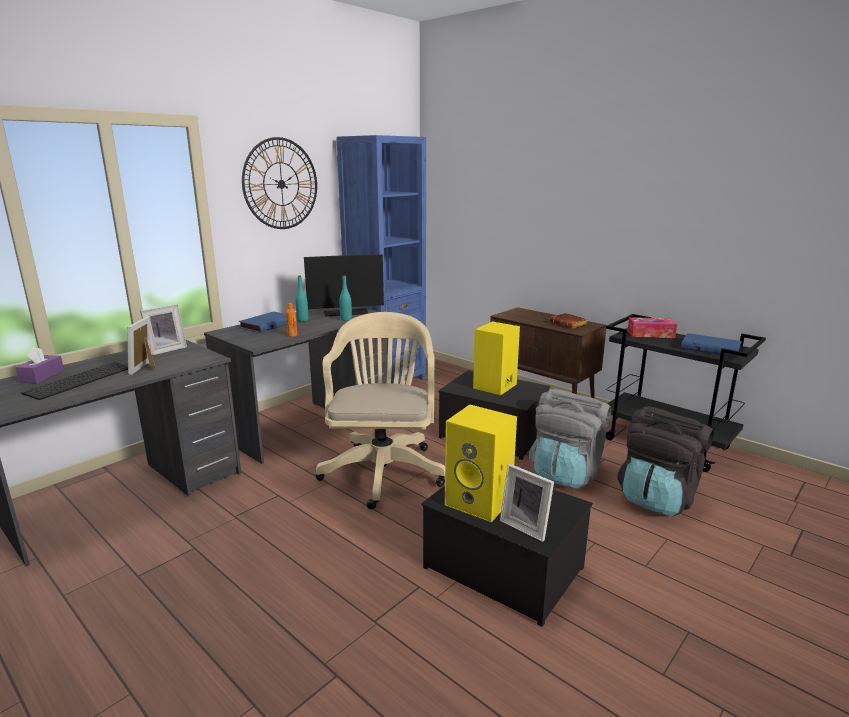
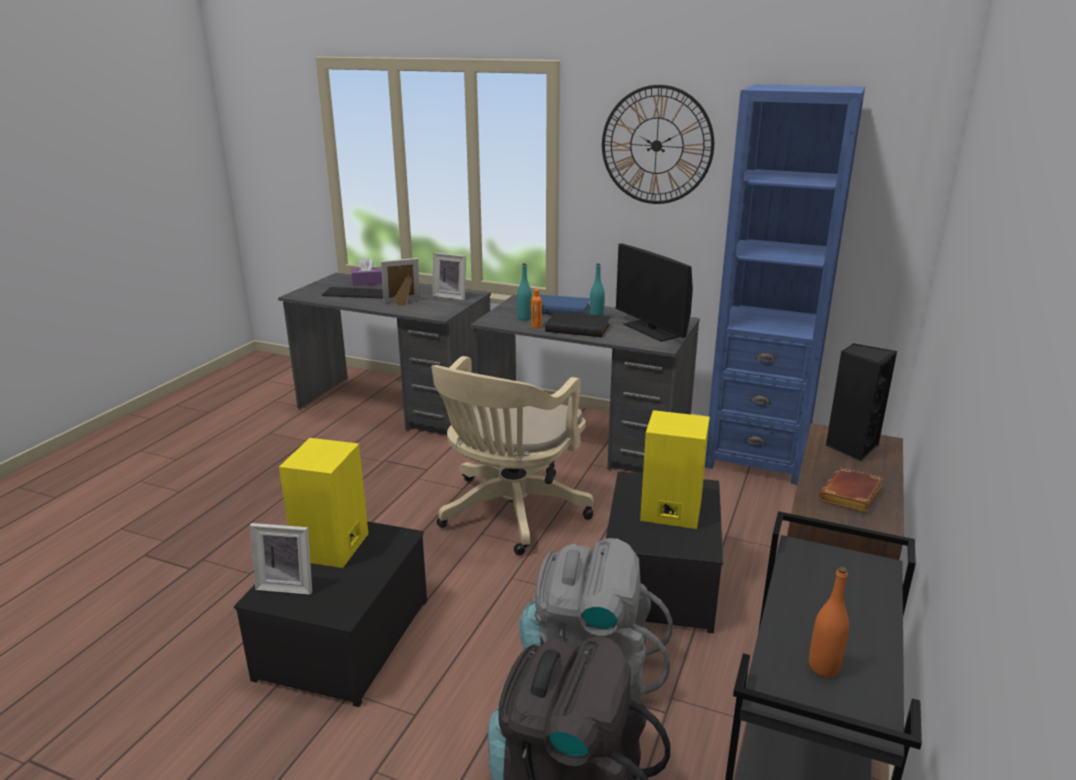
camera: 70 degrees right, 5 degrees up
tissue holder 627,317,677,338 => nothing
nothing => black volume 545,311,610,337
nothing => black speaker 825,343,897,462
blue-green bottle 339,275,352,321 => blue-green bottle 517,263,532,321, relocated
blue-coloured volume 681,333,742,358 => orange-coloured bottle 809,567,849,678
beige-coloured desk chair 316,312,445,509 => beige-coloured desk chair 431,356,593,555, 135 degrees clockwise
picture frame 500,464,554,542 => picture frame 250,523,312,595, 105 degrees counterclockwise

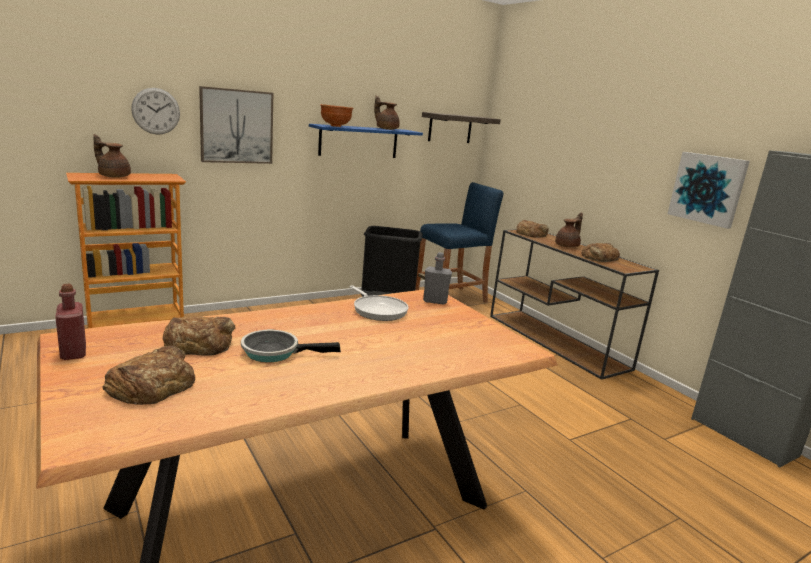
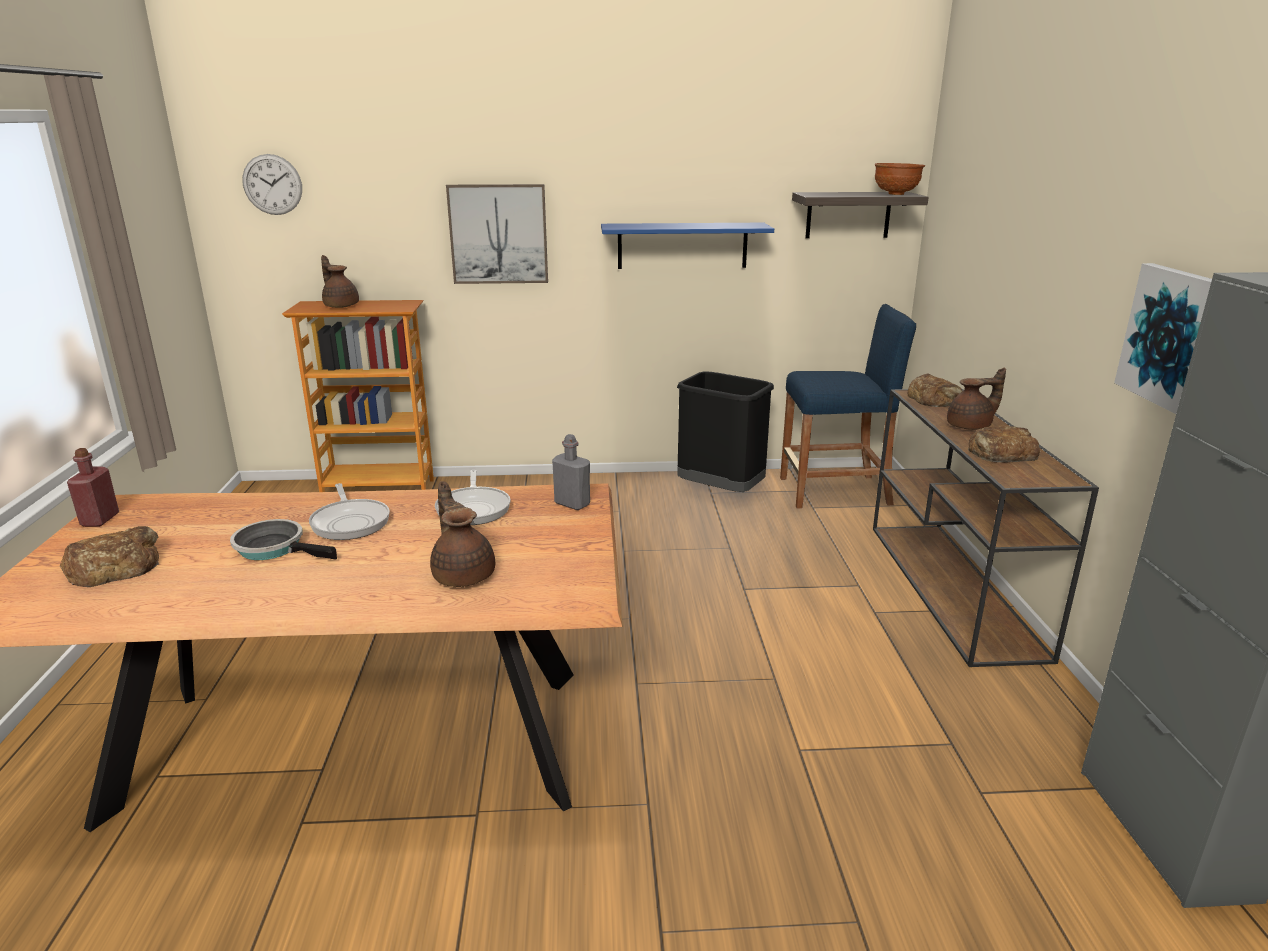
camera: 30 degrees right, 5 degrees up
bread 162,317,235,356 => nothing
nothing => pan 309,483,390,540
hanging clock 131,88,180,135 => hanging clock 242,154,302,215, relocated
brown-coloured deep dish 320,104,354,127 => brown-coloured deep dish 875,163,925,195, relocated
brown-coloured pot for tea 374,96,400,130 => brown-coloured pot for tea 430,481,495,587, relocated

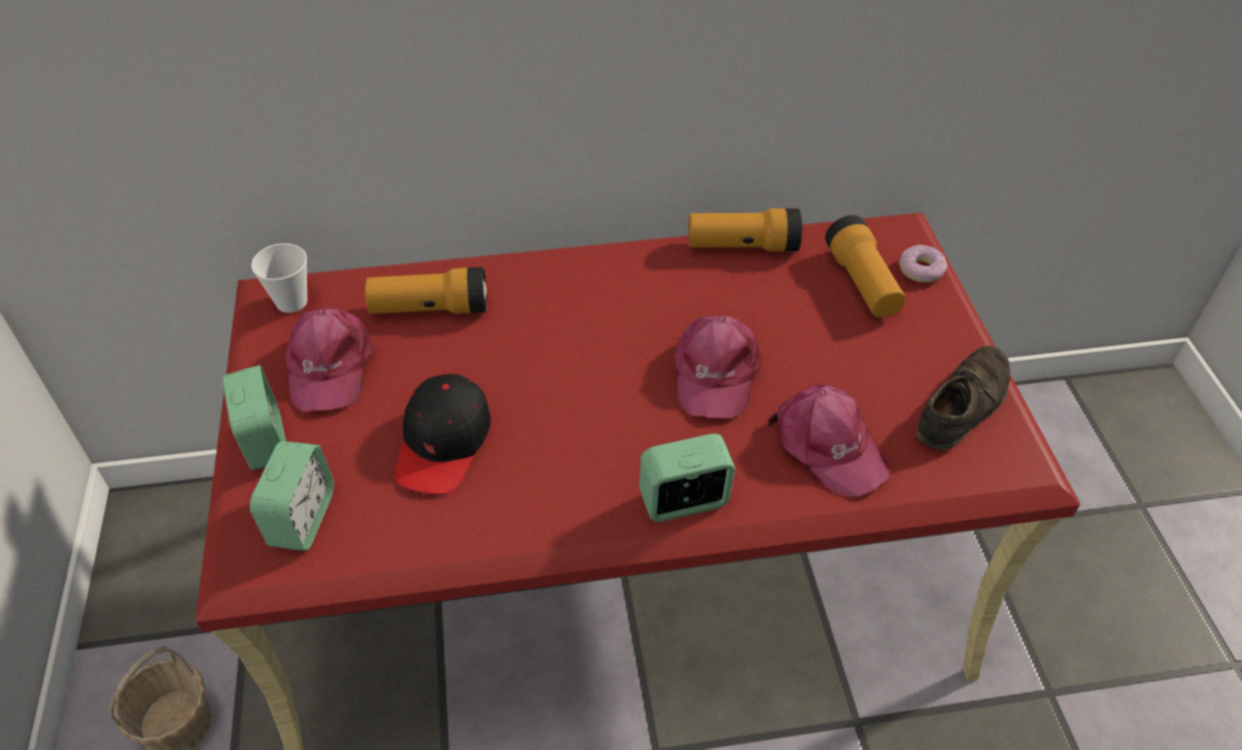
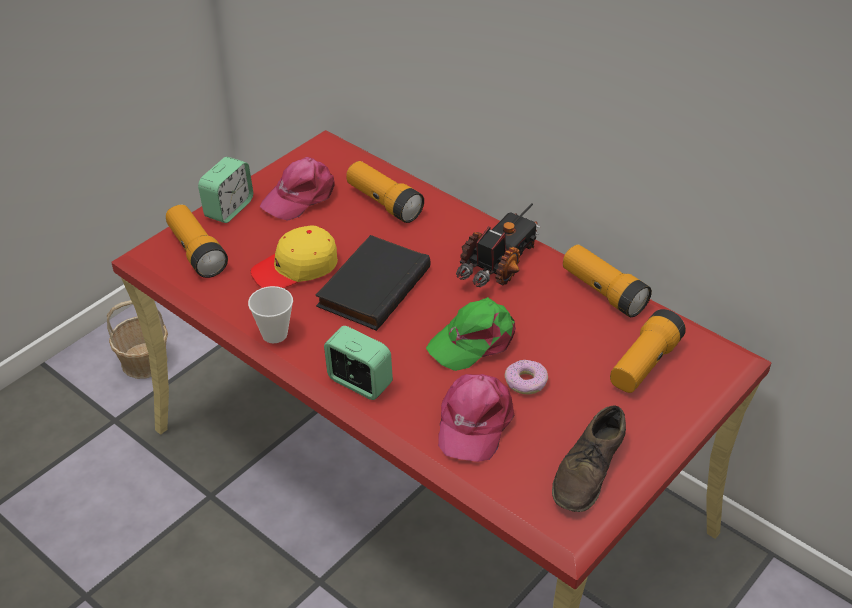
camera: 50 degrees right, 5 degrees down
nothing => black volume 316,235,431,331
nothing => model truck 456,203,541,287
cup 251,243,307,313 => cup 248,286,293,343, relocated
doughnut 899,245,947,283 => doughnut 505,360,548,395, relocated
table clock 250,441,334,551 => hand torch 166,204,228,278
black peaked cap 394,374,491,494 => yellowish peaked cap 251,226,338,288
pink peaked cap 674,315,762,418 => greenish peaked cap 426,297,516,371
brown-coloured low shoe 917,346,1010,450 => brown-coloured low shoe 552,406,626,512, 120 degrees clockwise

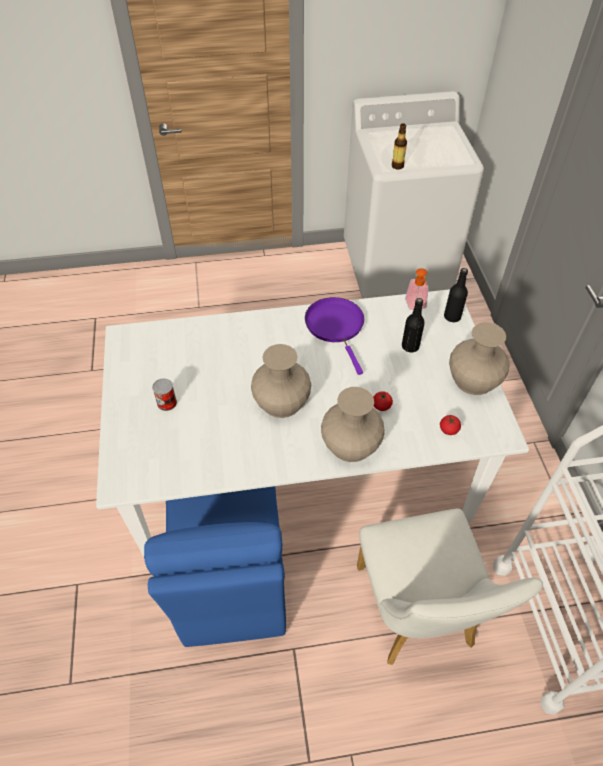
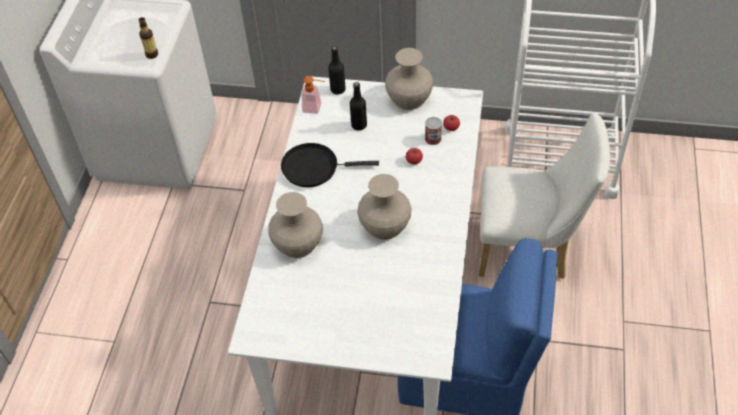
camera: 70 degrees left, 0 degrees up
can 152,378,177,411 => can 425,117,442,145, relocated
beige-coloured flower vase 321,387,385,462 => beige-coloured flower vase 268,192,323,258, relocated
purple pan 305,297,364,375 => black pan 281,143,379,187

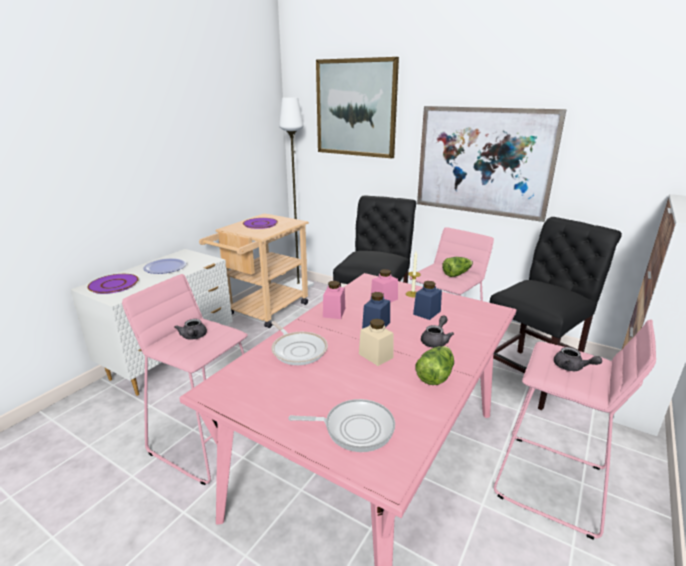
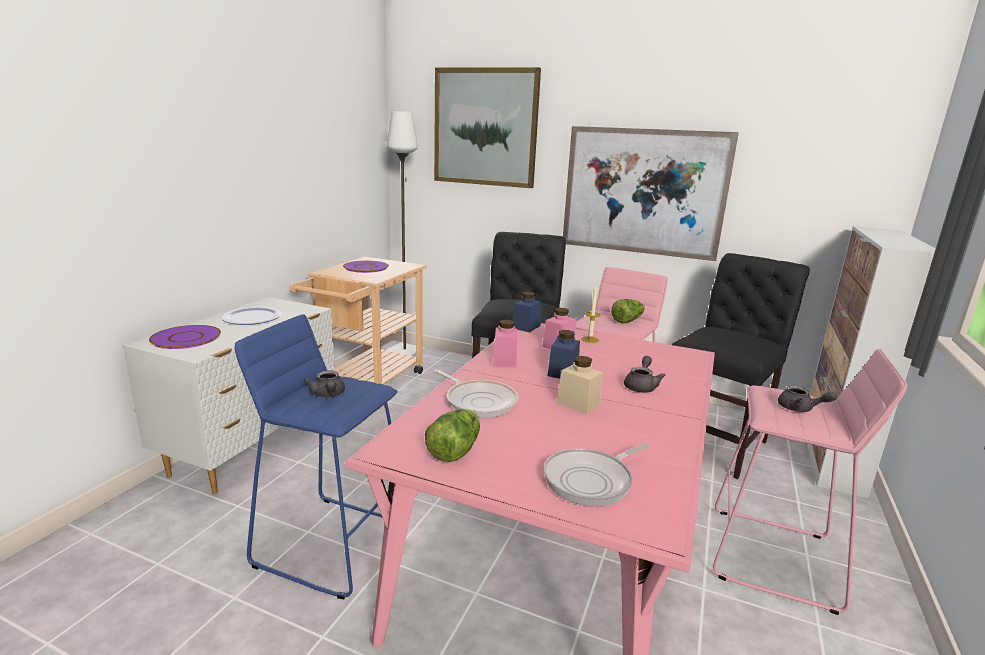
camera: 10 degrees left, 5 degrees down
blue-coloured preserve jar 413,281,442,320 => blue-coloured preserve jar 513,292,541,332, relocated
lettuce 415,346,454,385 => lettuce 425,409,480,462, relocated
pink stool seat 122,274,248,485 => blue-coloured stool seat 235,314,398,599
pan 288,399,395,452 => pan 544,443,649,507, 150 degrees clockwise

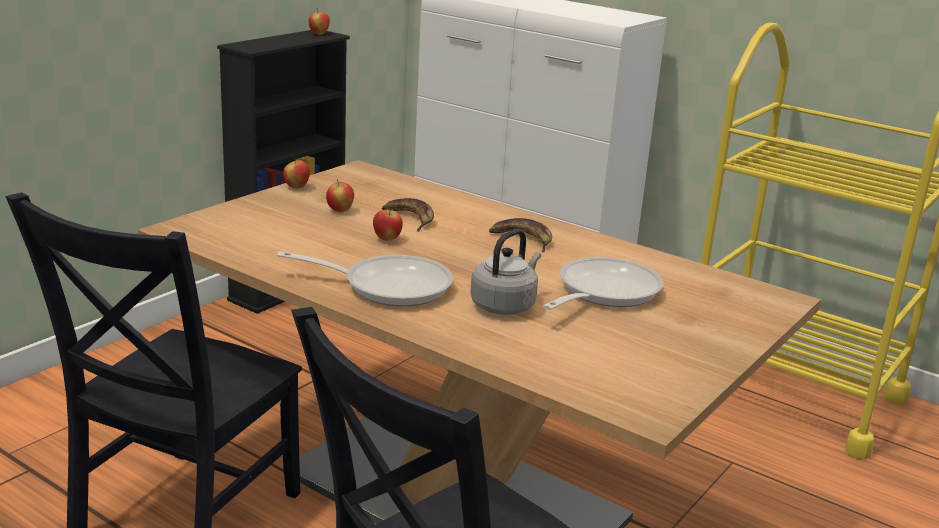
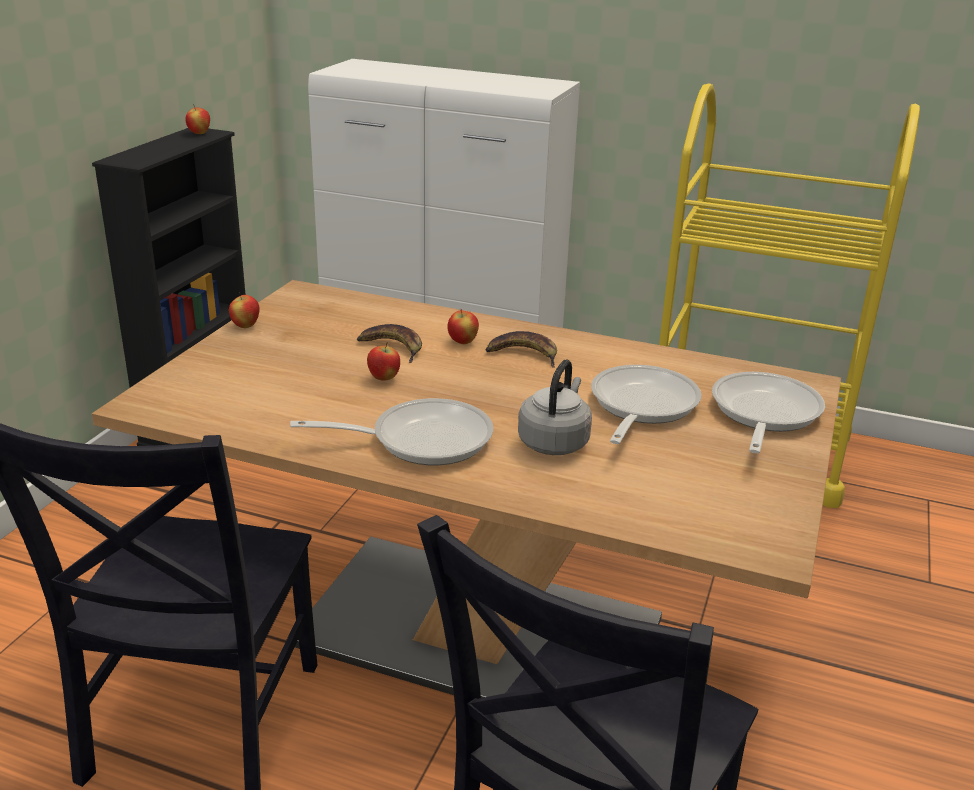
camera: 15 degrees left, 5 degrees up
nothing => pan 712,372,825,454
whole apple 326,179,354,212 => whole apple 448,309,479,344, relocated

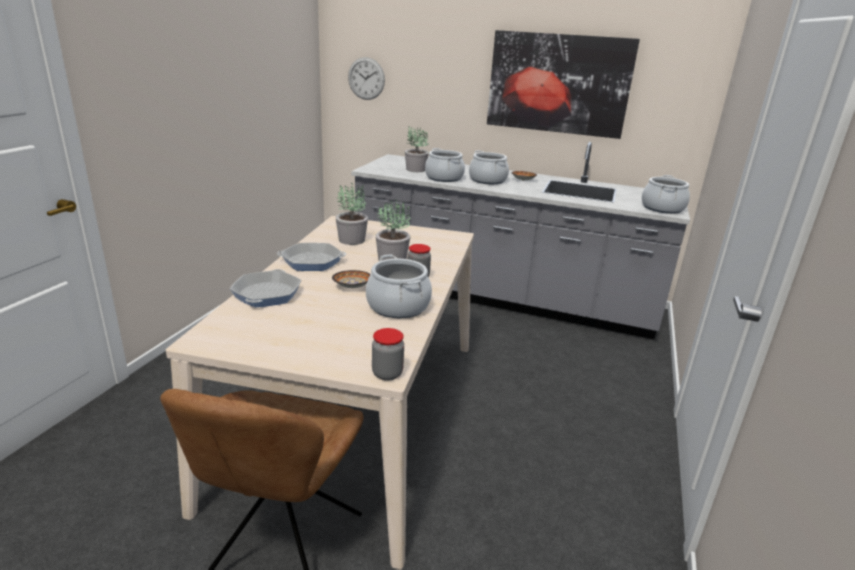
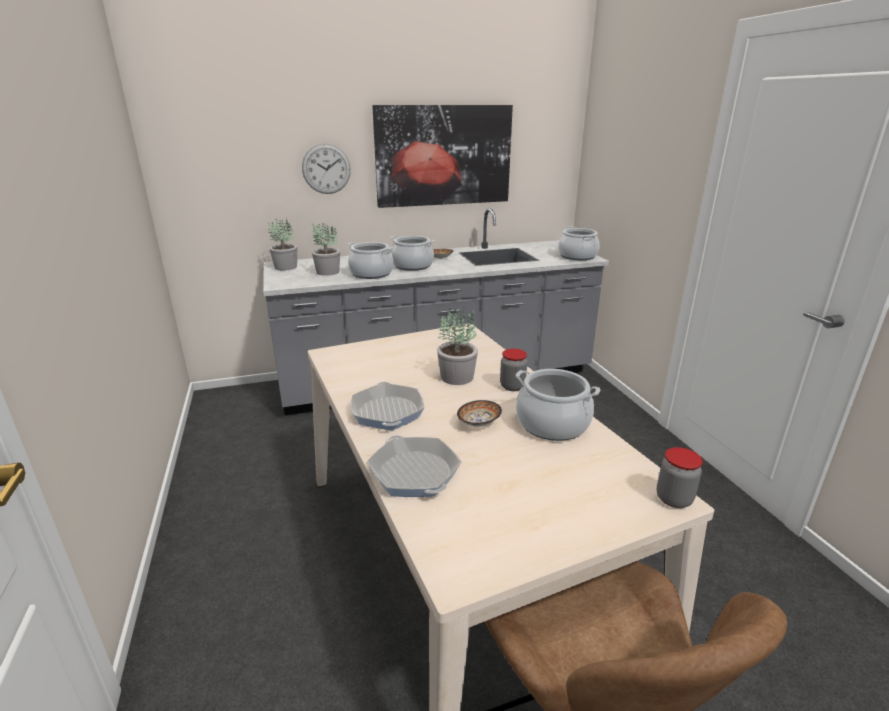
camera: 35 degrees left, 0 degrees up
houseplant 336,183,368,245 => houseplant 268,219,297,271, relocated
hanging clock 348,57,385,100 => hanging clock 302,143,351,194, relocated
pan 277,243,346,271 => pan 351,382,424,430, 120 degrees clockwise

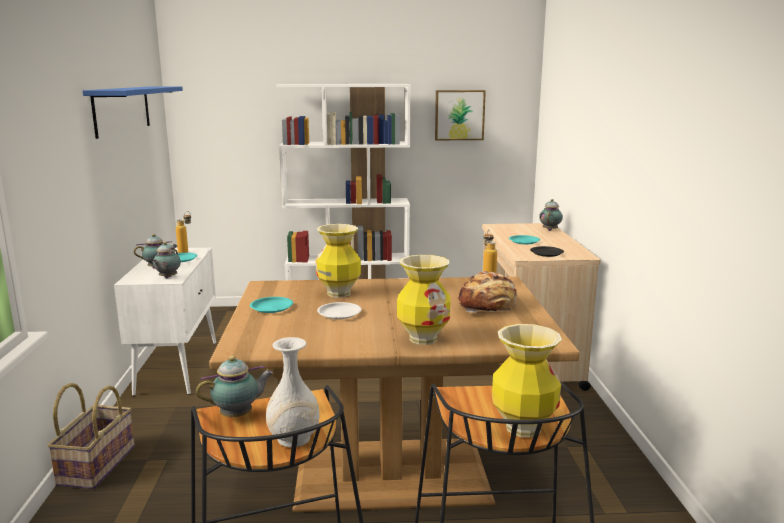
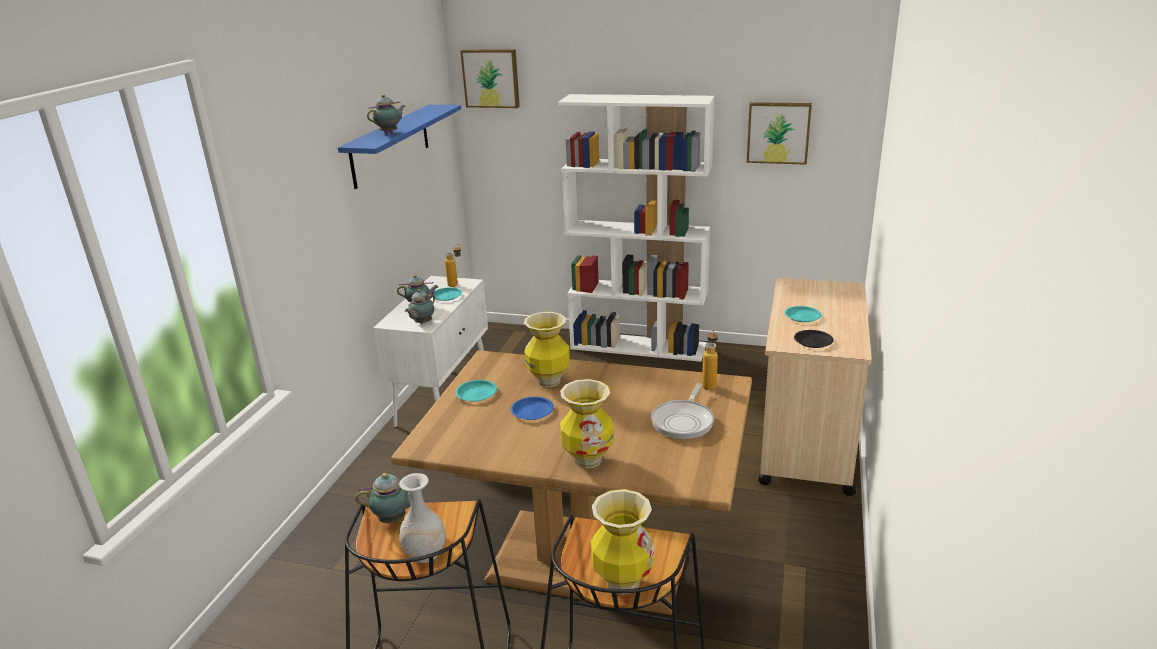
camera: 20 degrees right, 10 degrees up
household basket 47,383,135,489 => nothing
nothing => wall picture 461,49,520,108
pot for tea 539,199,563,231 => pot for tea 367,94,405,134, relocated
bread 458,271,517,313 => pan 651,383,714,439
whitish plate 317,302,362,319 => blue-coloured plate 511,397,554,420

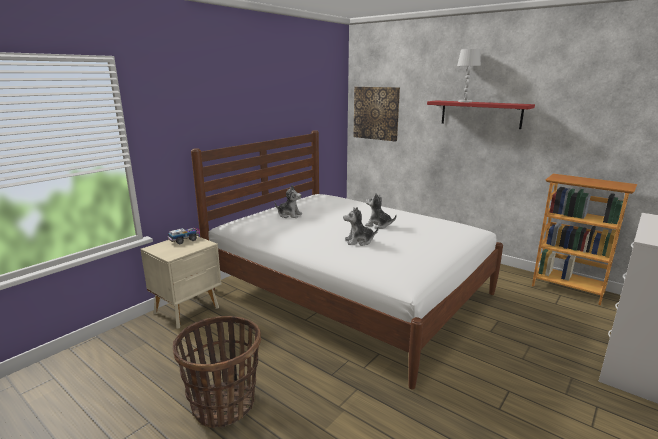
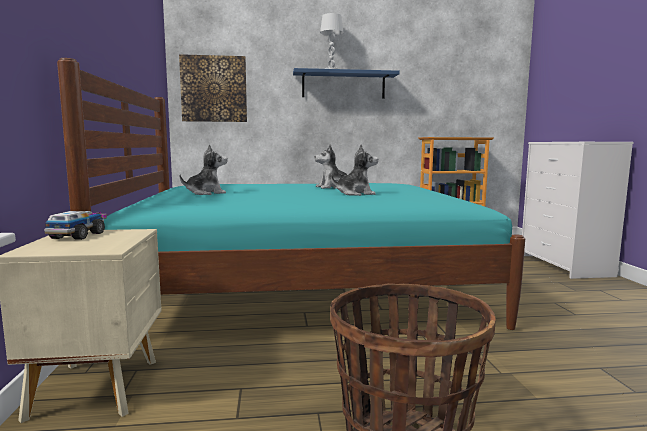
camera: 45 degrees left, 10 degrees down
whitish sleeping bed 191,130,503,389 => blue-green sleeping bed 57,58,525,330
red bracket shelf 427,100,535,129 => blue-coloured bracket shelf 293,68,400,99
soft toy 343,207,379,246 => soft toy 331,144,378,196, 135 degrees counterclockwise

